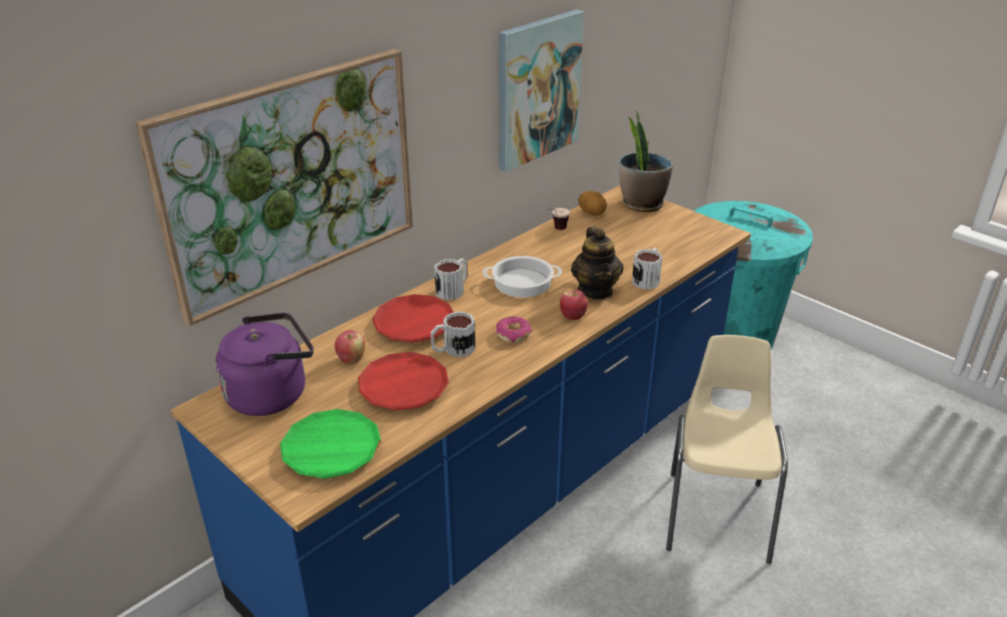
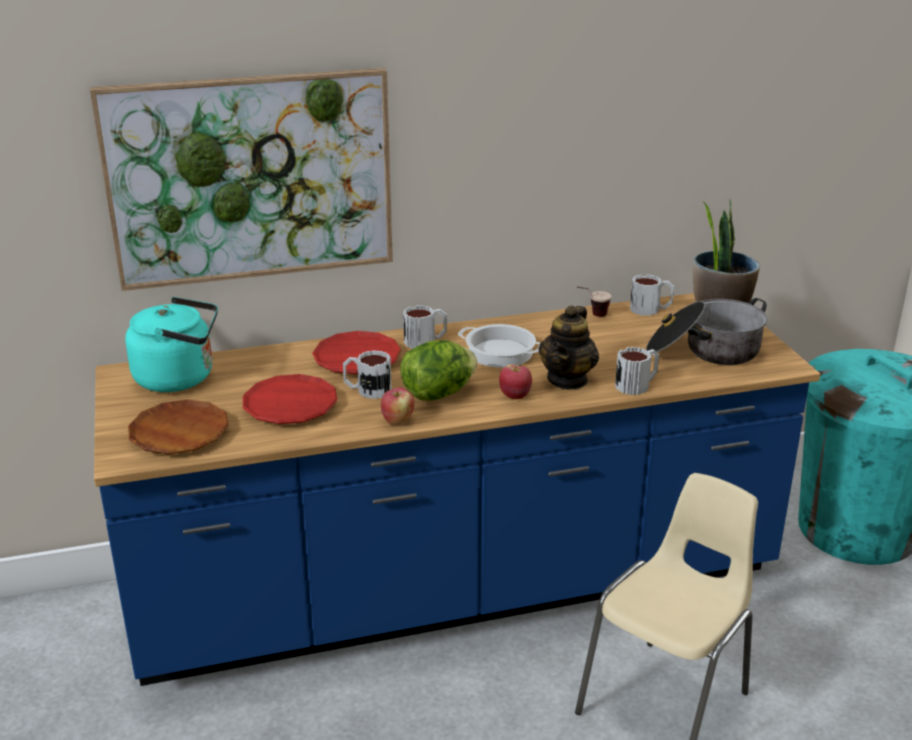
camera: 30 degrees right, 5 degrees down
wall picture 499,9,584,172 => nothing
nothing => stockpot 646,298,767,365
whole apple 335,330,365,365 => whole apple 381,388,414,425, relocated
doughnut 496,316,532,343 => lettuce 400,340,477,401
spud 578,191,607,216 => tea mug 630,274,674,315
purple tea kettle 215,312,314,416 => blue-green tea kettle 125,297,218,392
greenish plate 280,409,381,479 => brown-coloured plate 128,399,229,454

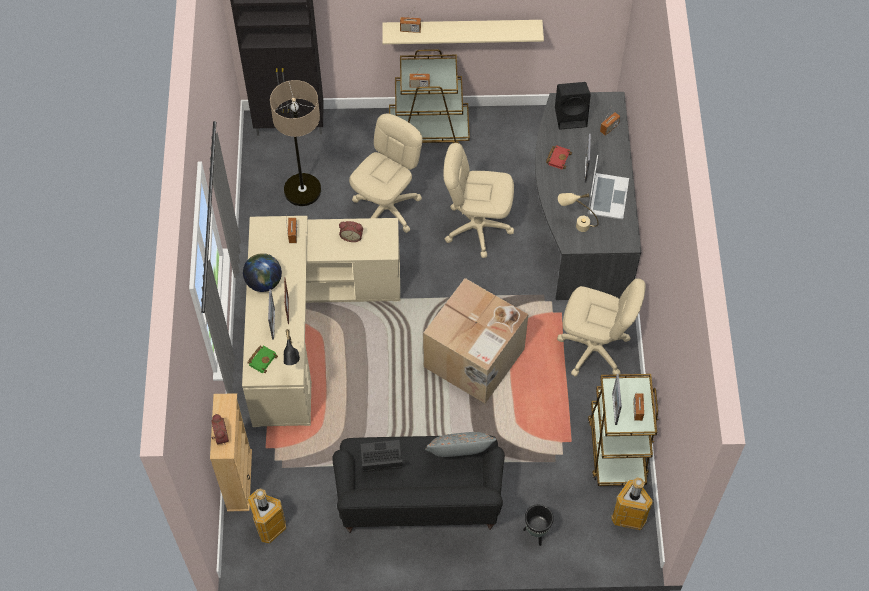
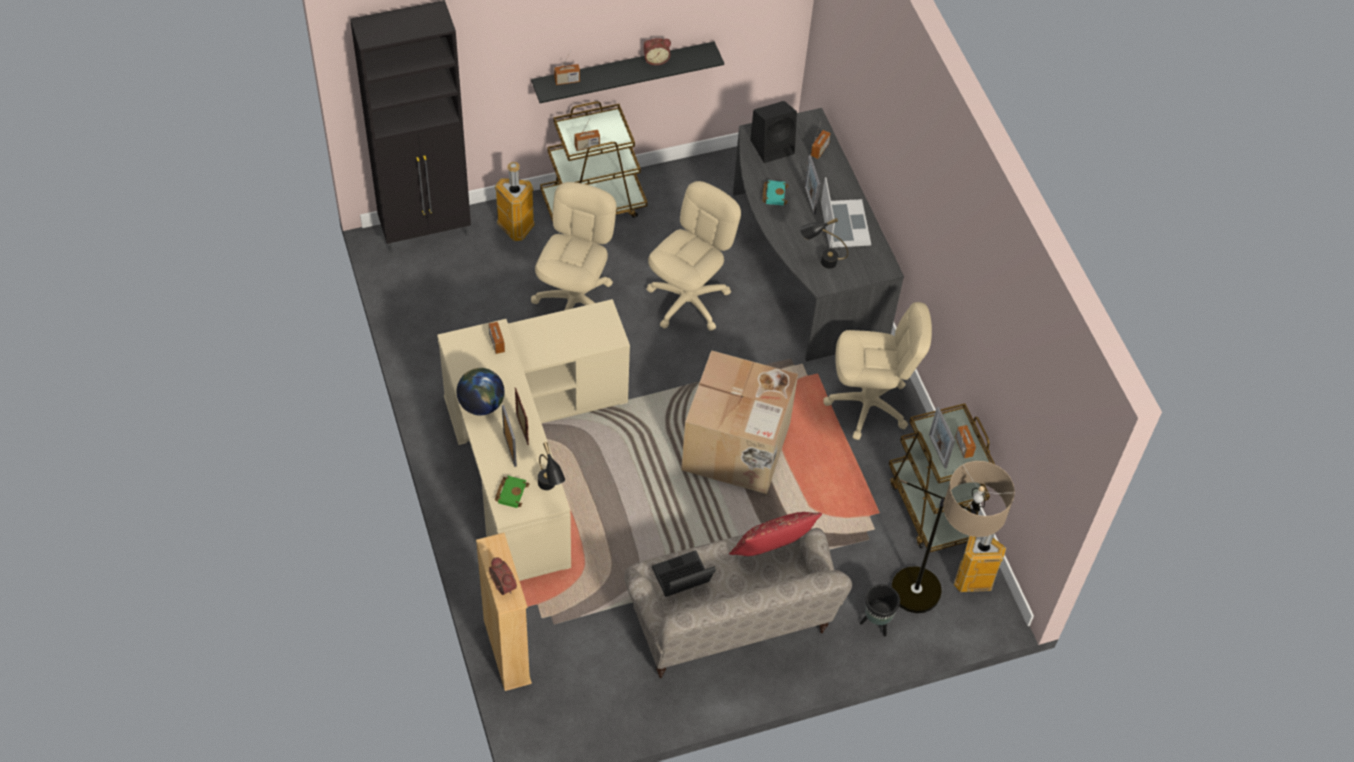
camera: 20 degrees left, 5 degrees down
rubbish bin 247,488,286,543 => rubbish bin 495,162,535,241, relocated
standing lamp 270,80,321,206 => standing lamp 891,461,1015,613, relocated
table clock 339,221,363,242 => table clock 643,38,671,65, relocated
black couch 332,435,505,533 => beige-coloured couch 624,528,852,678
beige-coloured bracket shelf 382,20,544,44 => black bracket shelf 531,41,724,103
gray cushion 425,432,497,457 => red cushion 729,512,822,556
red volume 546,145,572,169 => blue-green volume 762,180,788,206
beige-coloured tabletop lamp 558,193,599,232 => black tabletop lamp 800,218,848,269
beige-coloured desk chair 443,143,514,258 => beige-coloured desk chair 646,181,741,331, 135 degrees clockwise

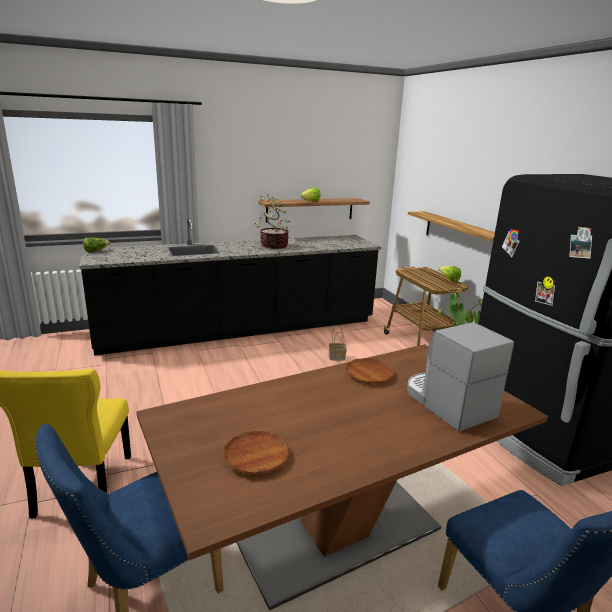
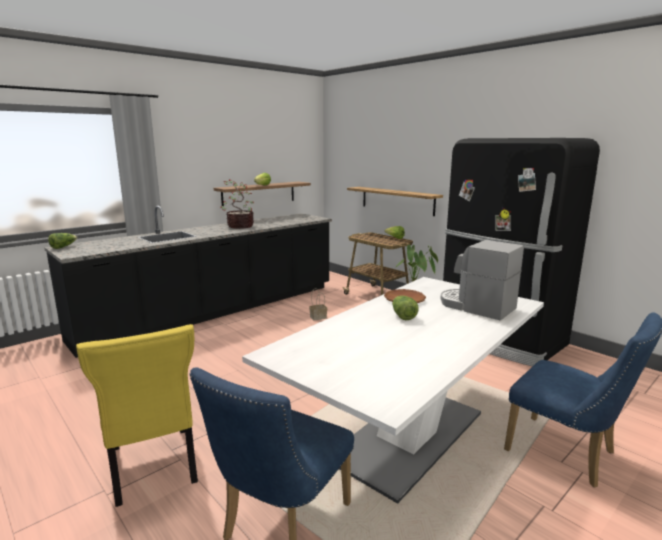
camera: 20 degrees left, 5 degrees down
brown-coloured plate 223,431,290,475 => nothing
nothing => lettuce 392,296,419,320
brown-coloured kitchen table 136,344,548,610 => whitish kitchen table 242,277,544,504

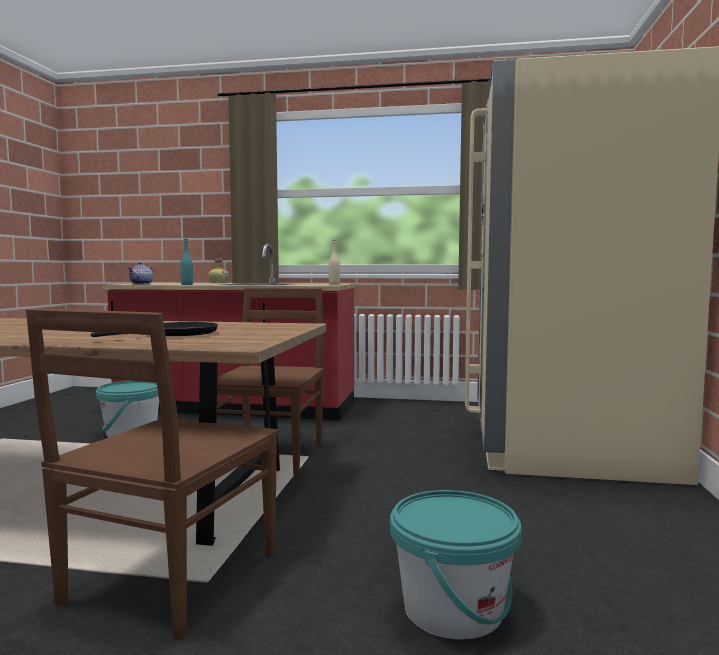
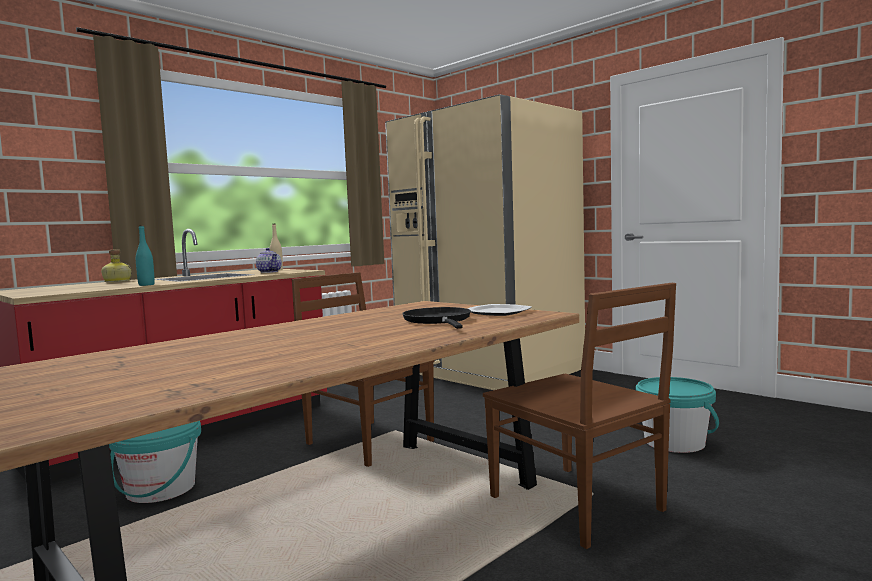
camera: 55 degrees left, 0 degrees up
nothing => plate 468,304,532,316
pot for tea 128,262,154,284 => pot for tea 256,248,282,273, relocated

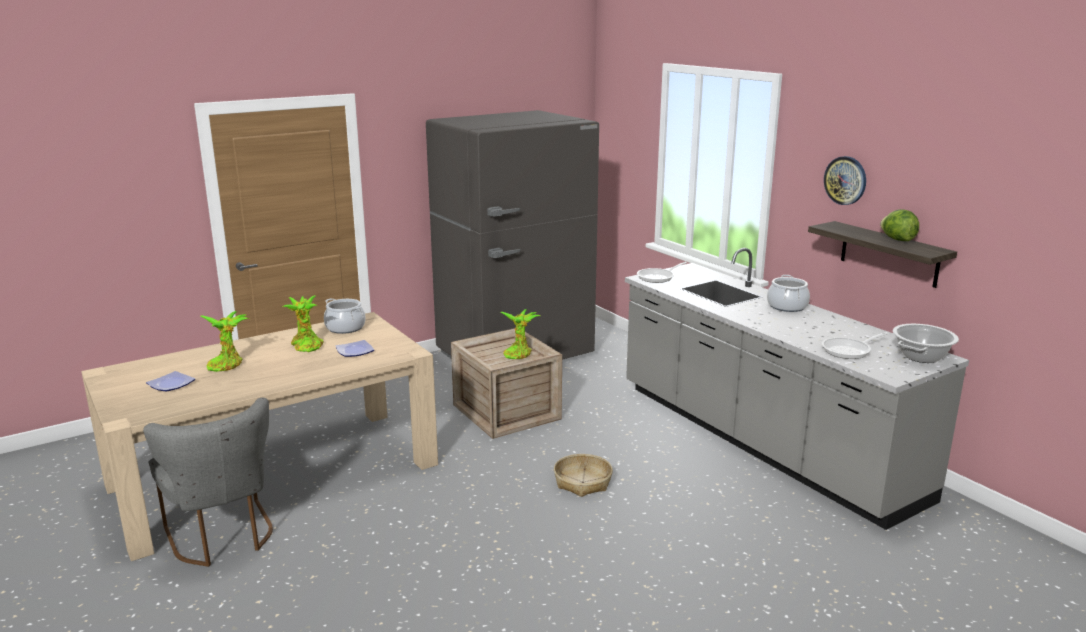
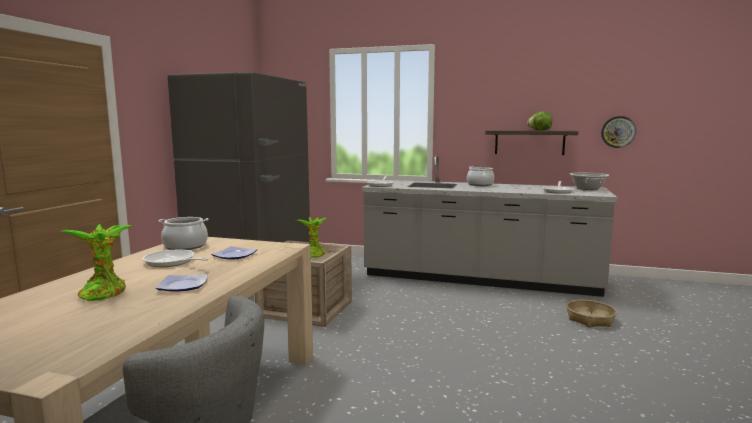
camera: 40 degrees left, 10 degrees down
plate 146,371,196,392 => plate 156,274,208,292, relocated
household basket 554,454,613,497 => household basket 567,300,617,328, relocated
hanging clock 824,156,866,205 => hanging clock 601,116,636,148, relocated
houseplant 282,295,324,352 => pan 142,250,209,267

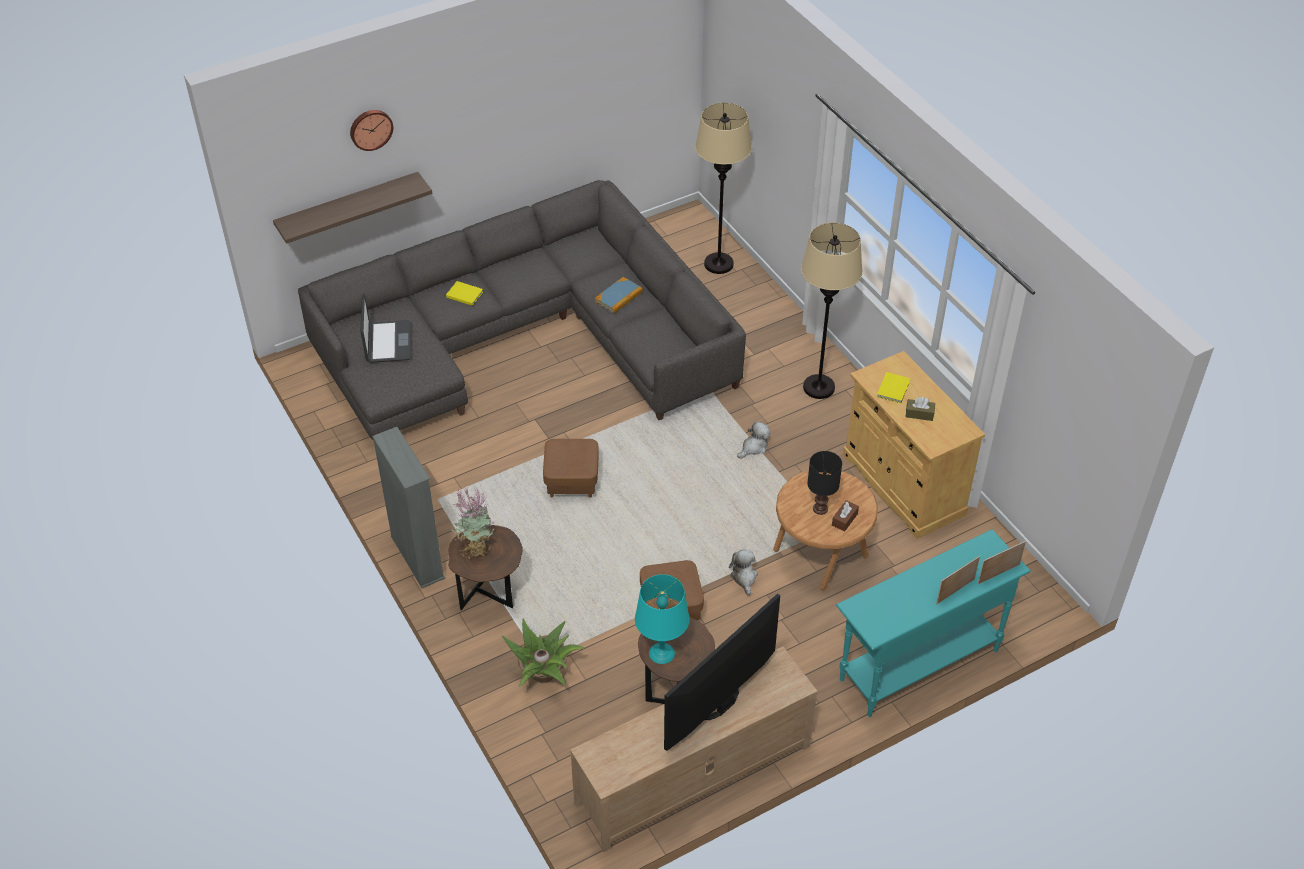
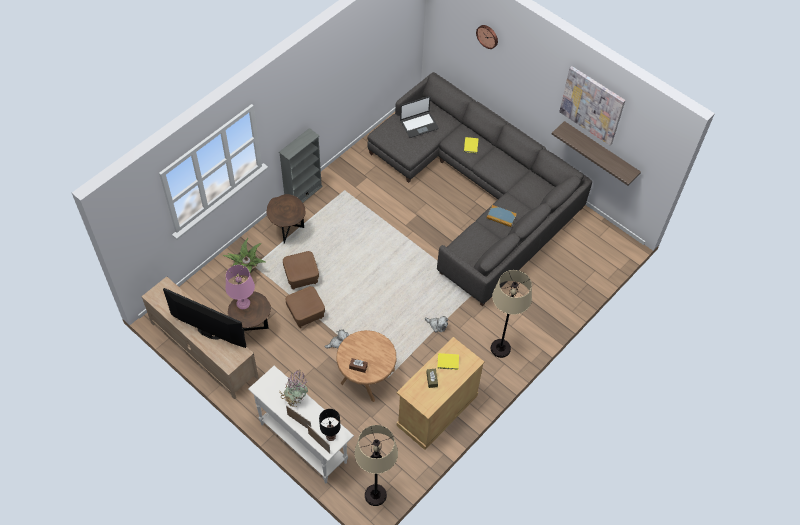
camera: 70 degrees right, 10 degrees up
nothing => wall picture 559,66,626,145
bracket shelf 273,172,432,244 => bracket shelf 552,121,641,186, relocated
houseplant 451,486,494,559 => houseplant 279,370,308,407, relocated
brown-coloured pouffe 543,439,599,497 => brown-coloured pouffe 283,251,319,290, relocated
beige-coloured standing lamp 695,103,752,274 => beige-coloured standing lamp 354,425,398,506, relocated
black tabletop lamp 807,451,842,515 => black tabletop lamp 319,409,340,441, relocated
blue-green tabletop lamp 635,574,690,664 => pink tabletop lamp 225,265,255,309
blue-green hall table 836,529,1031,717 => whitish hall table 248,366,354,483

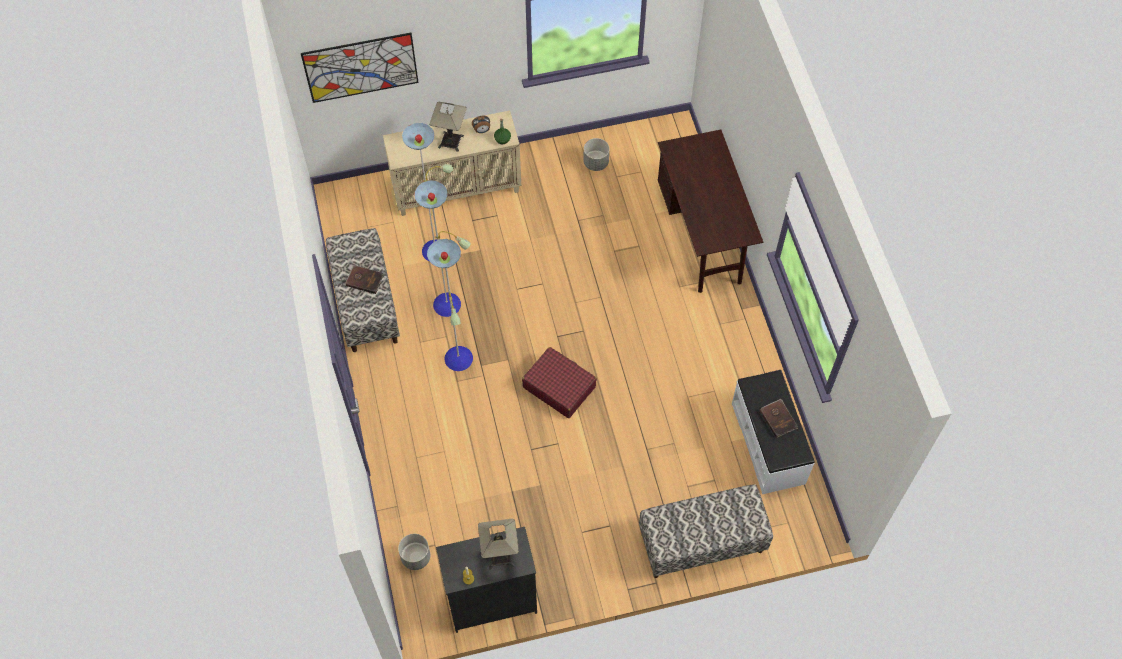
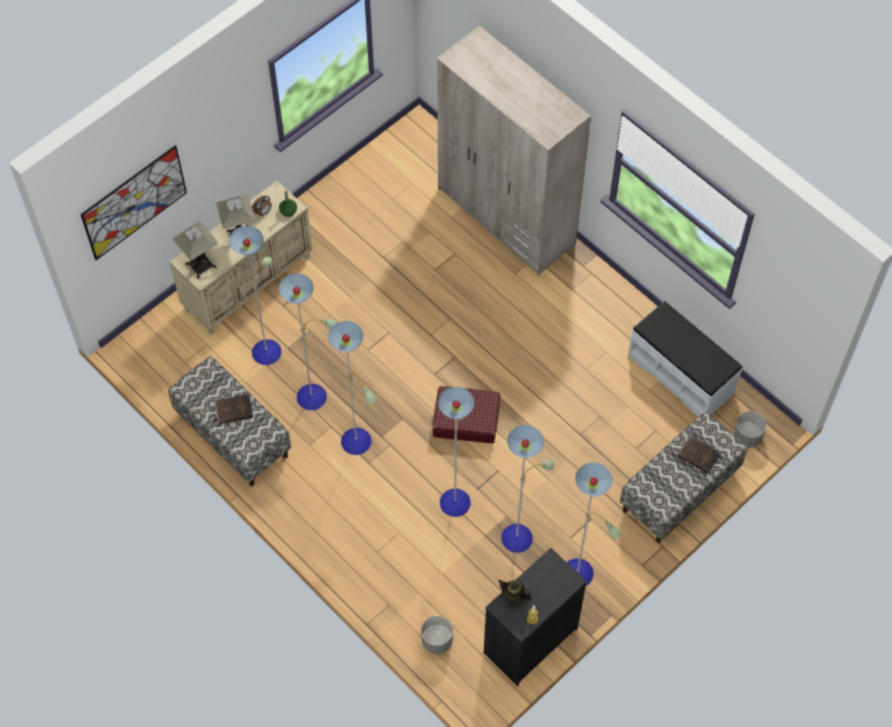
camera: 30 degrees left, 0 degrees up
nothing => standing lamp 438,387,622,586
nothing => pot for tea 498,580,531,604
tabletop lamp 478,518,519,569 => tabletop lamp 173,222,218,279, relocated
gray planter 583,138,610,171 => gray planter 733,411,767,448, relocated
brown-coloured volume 759,399,798,438 => brown-coloured volume 678,435,721,474, relocated
brown-coloured desk 658,130,763,293 => beige-coloured armoire 437,26,591,275

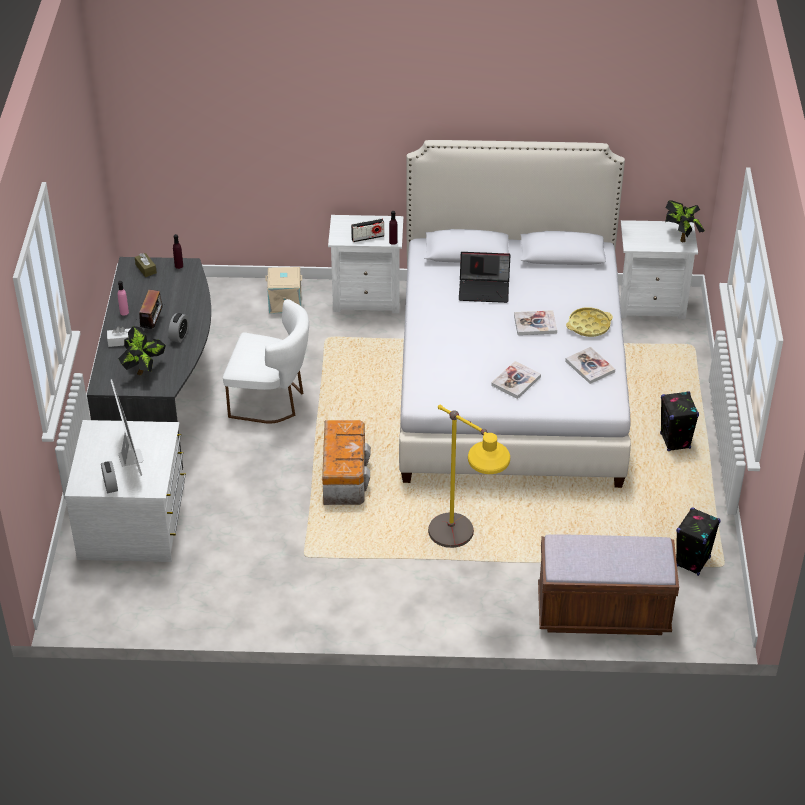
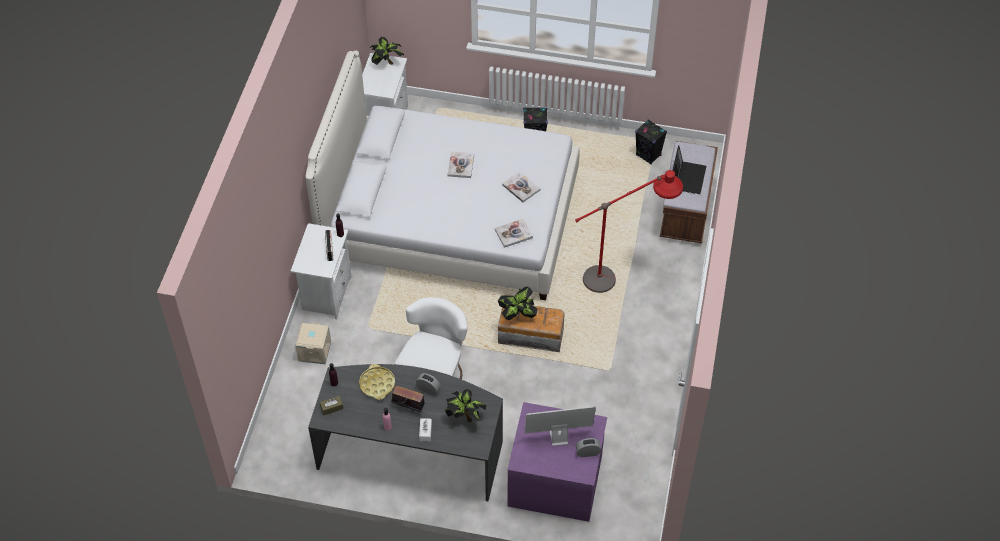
camera: 80 degrees left, 10 degrees up
nothing => houseplant 498,287,538,321
portable computer 459,252,511,303 => portable computer 672,145,706,194, relocated
volume 565,347,615,384 => volume 495,219,533,248, relocated
yellowish tray 566,307,613,337 => yellowish tray 359,364,395,400, relocated
whitish chest of drawers 65,420,186,562 => purple chest of drawers 507,402,607,522
yellowish standing lamp 428,405,510,548 => red standing lamp 575,170,683,293

